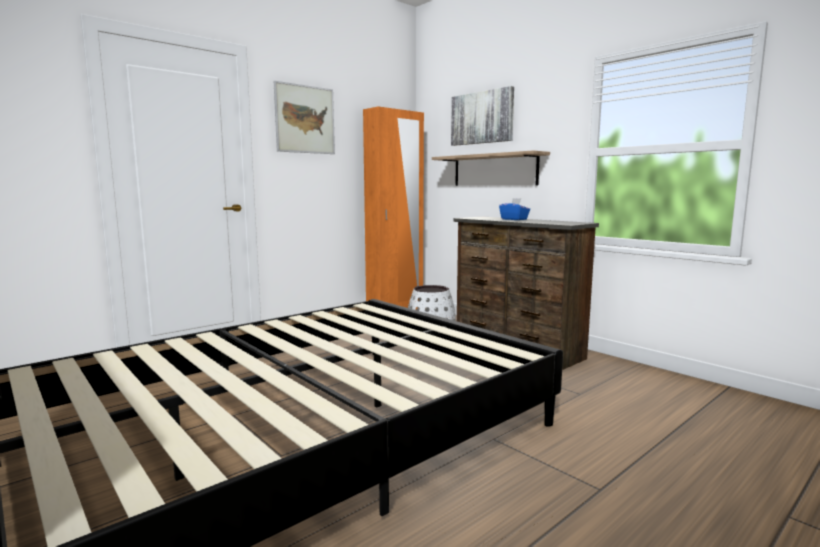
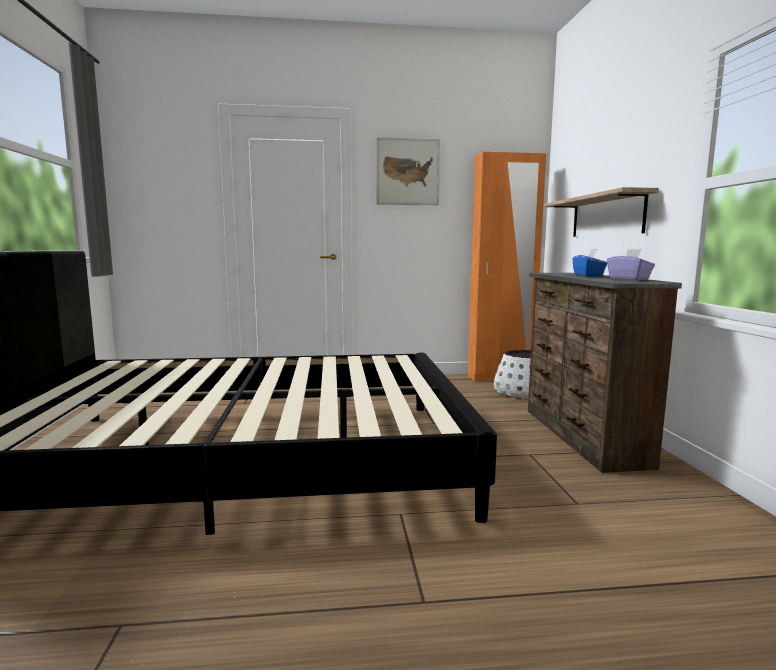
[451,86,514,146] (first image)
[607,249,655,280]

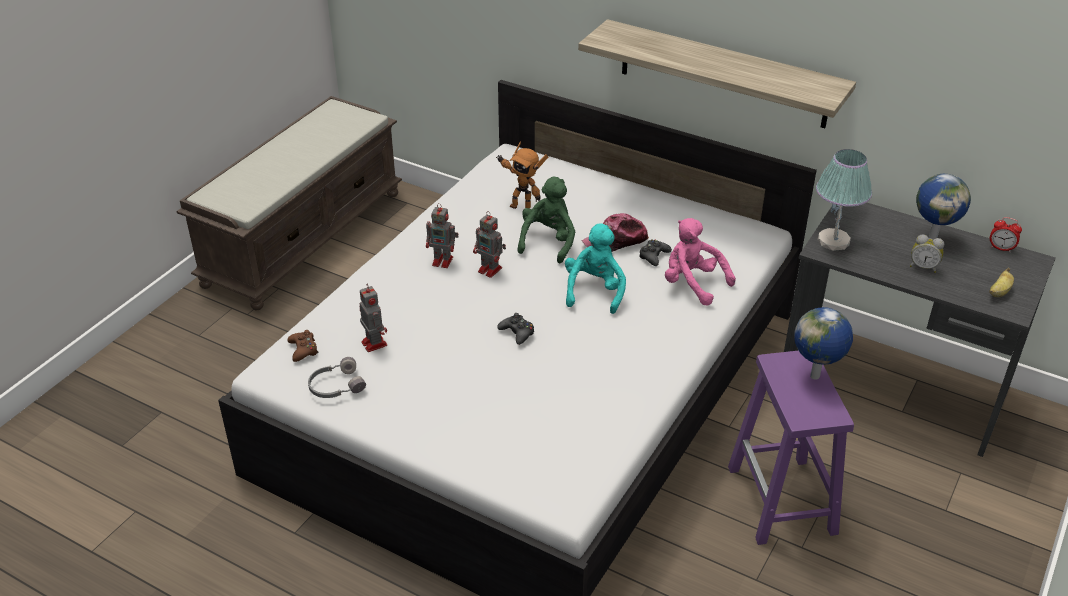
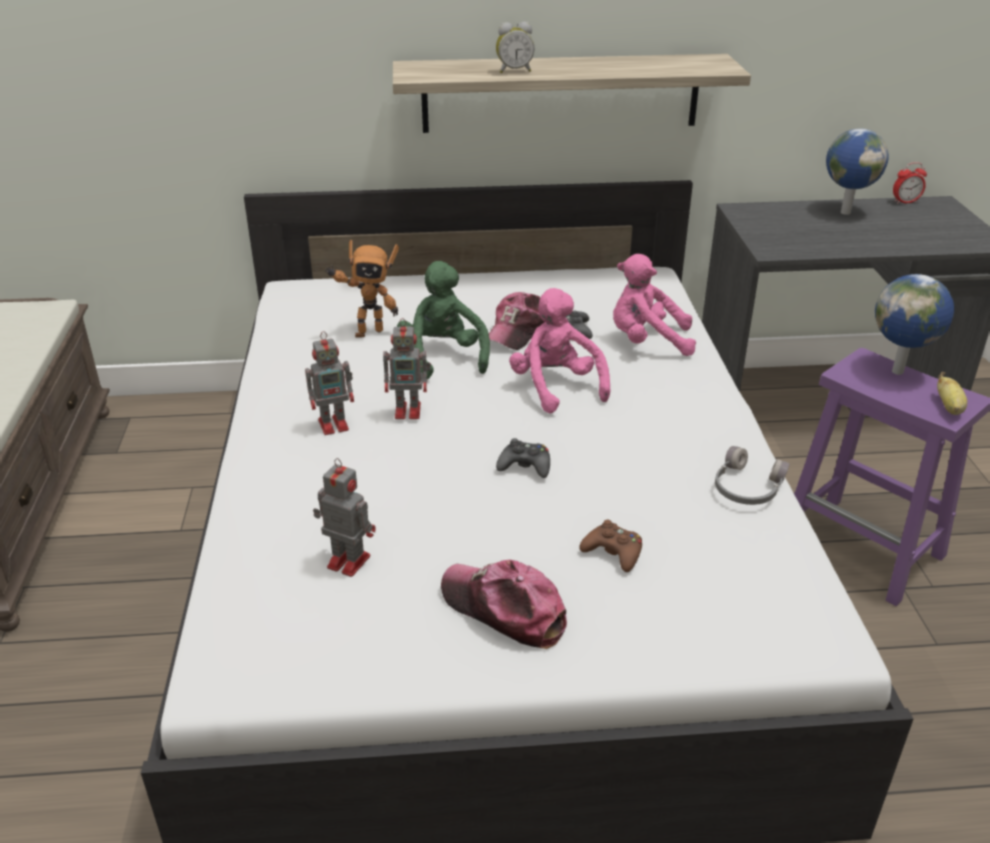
[579,520,642,572]
[715,446,789,505]
[509,288,610,413]
[816,149,872,251] (first image)
[496,22,534,73]
[937,372,967,415]
[441,560,567,649]

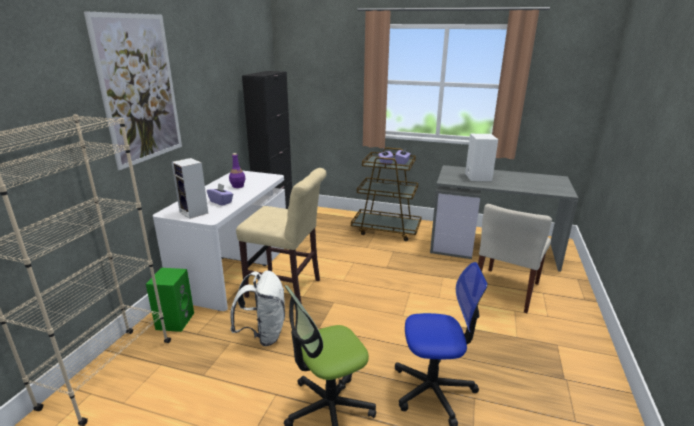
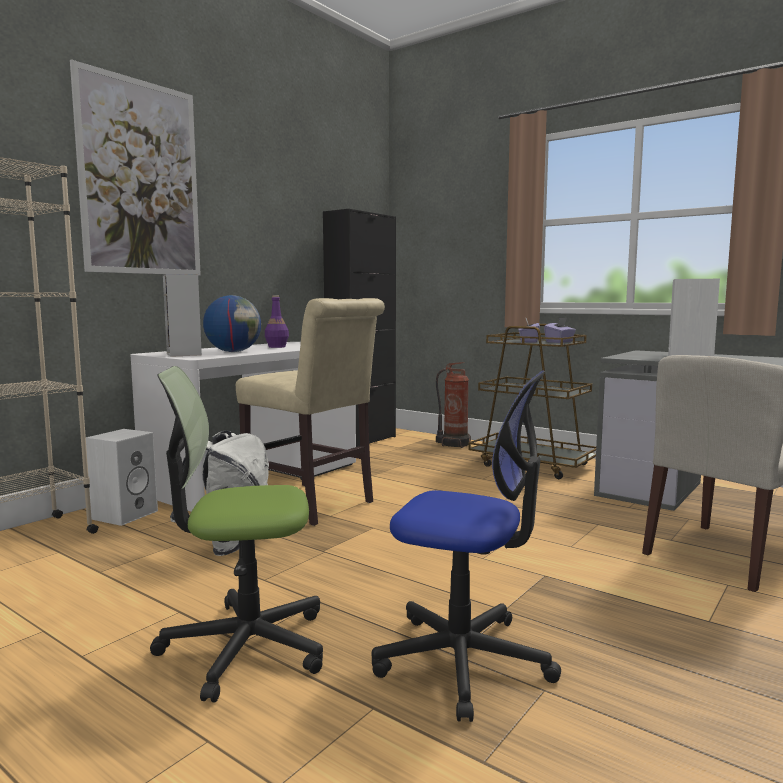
[86,429,158,526]
[203,295,261,352]
[436,362,471,448]

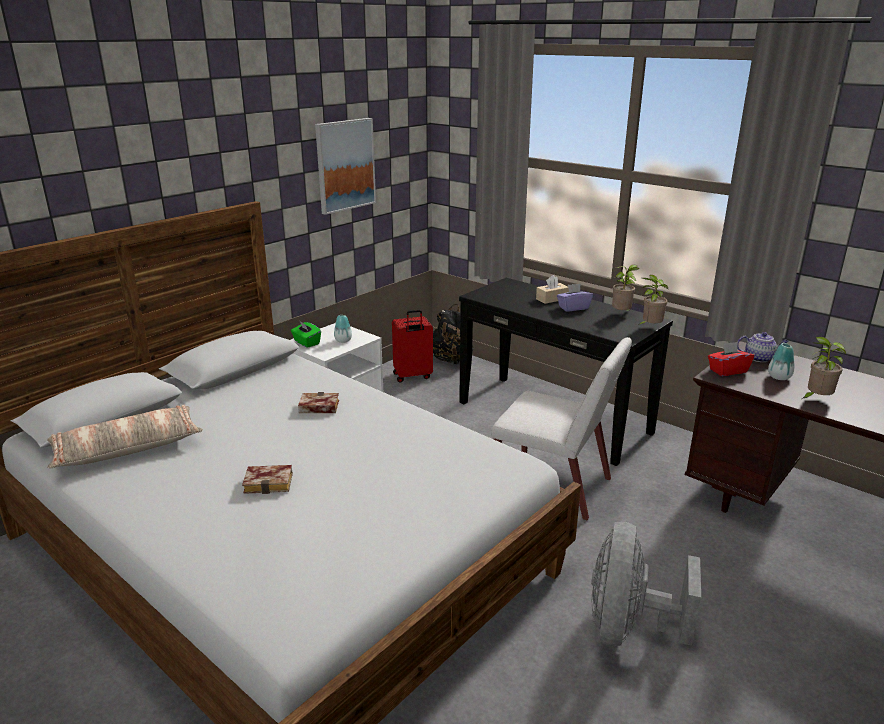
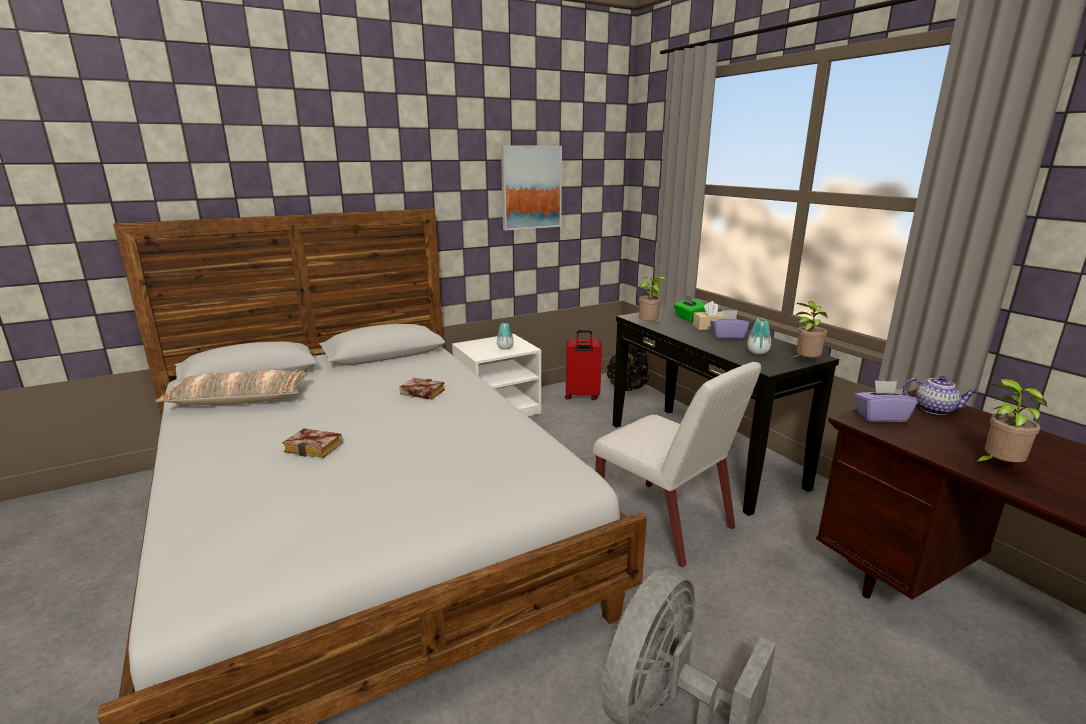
[674,295,706,322]
[639,276,666,324]
[854,380,918,422]
[747,318,771,354]

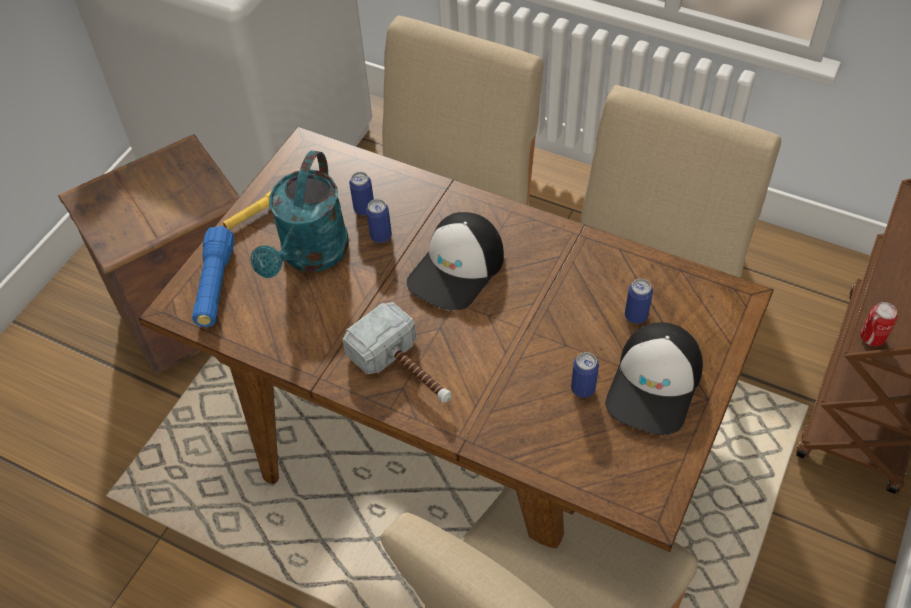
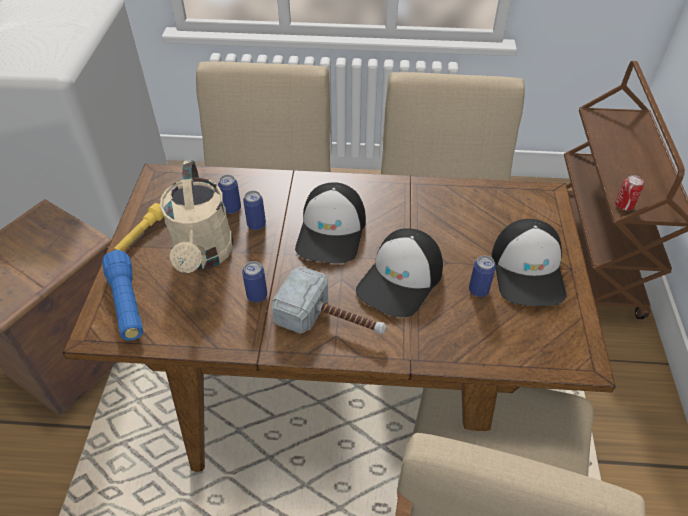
[160,160,233,273]
[242,261,267,303]
[356,228,443,317]

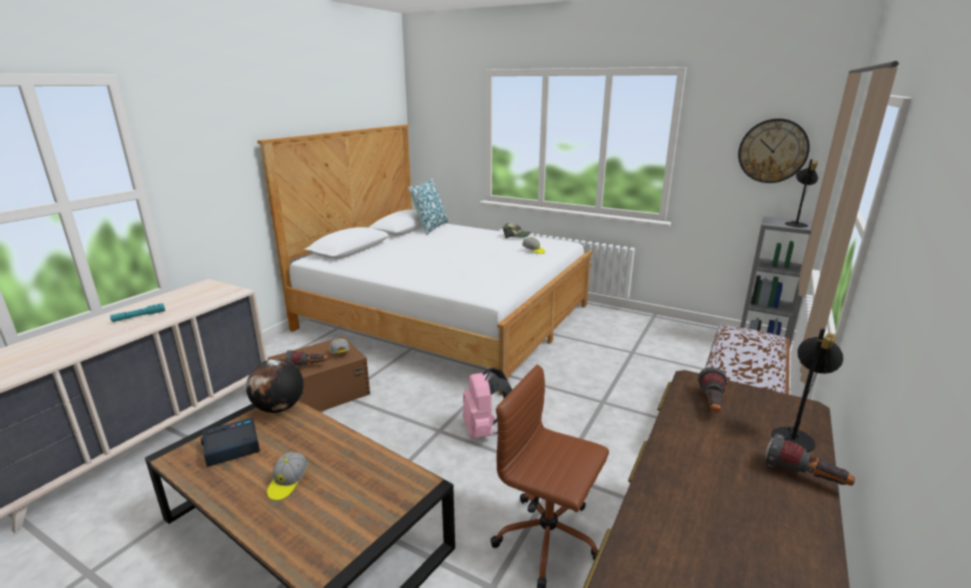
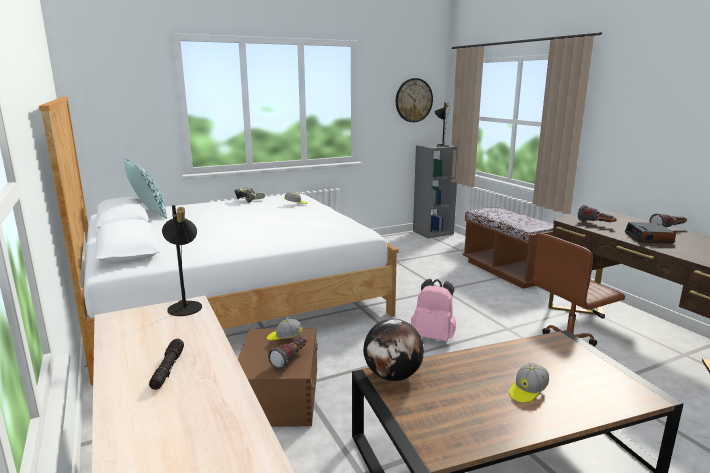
[149,339,184,390]
[625,222,676,243]
[509,363,549,403]
[162,205,202,316]

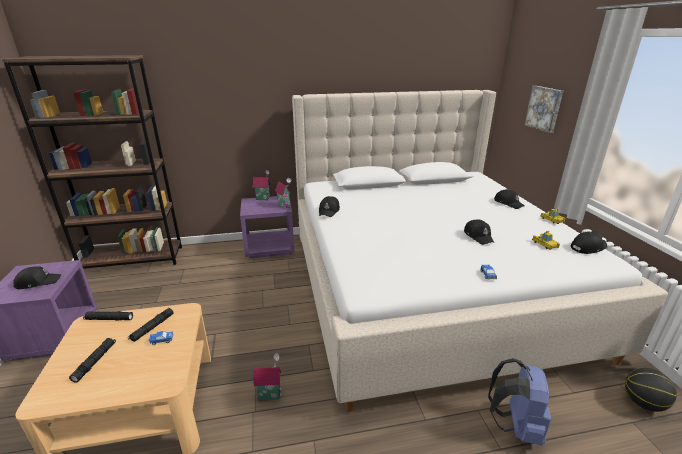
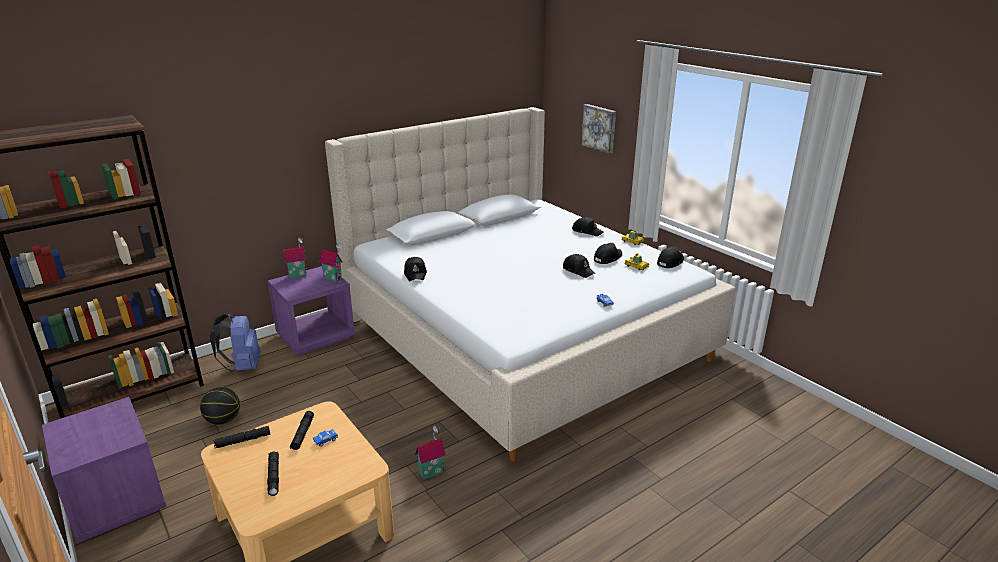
[594,243,622,264]
[210,314,261,372]
[200,387,240,425]

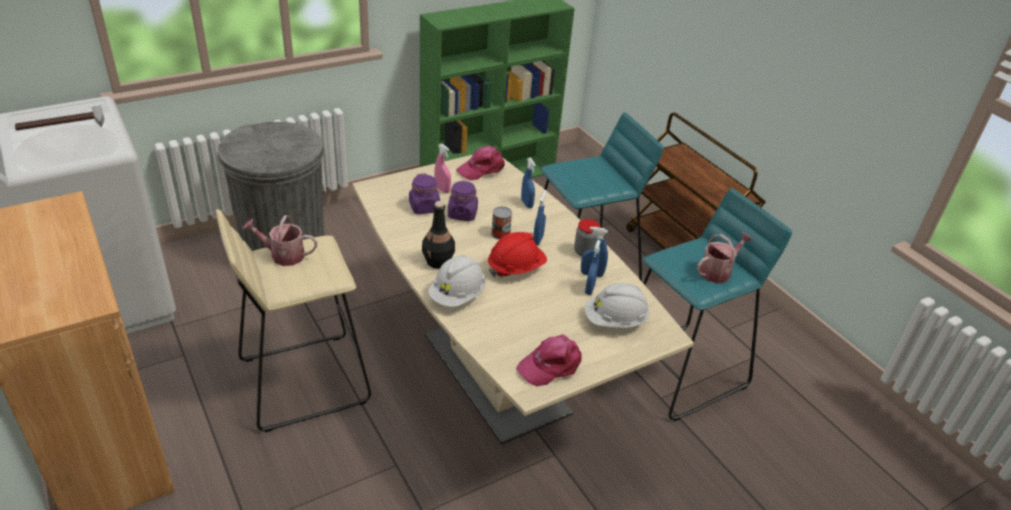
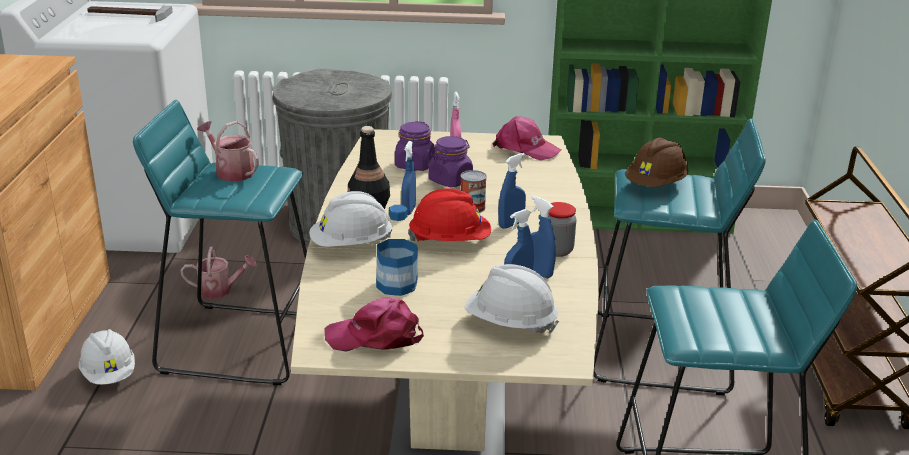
[133,100,307,385]
[493,116,561,161]
[401,141,416,215]
[181,247,257,299]
[79,329,135,385]
[376,205,418,296]
[625,138,688,187]

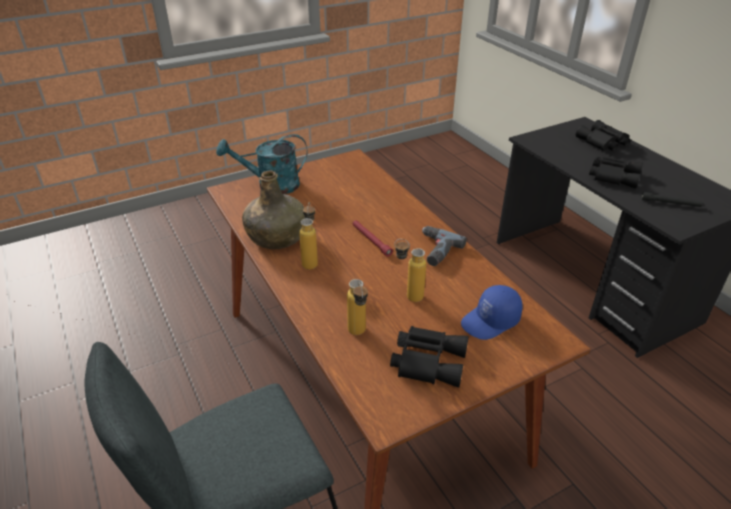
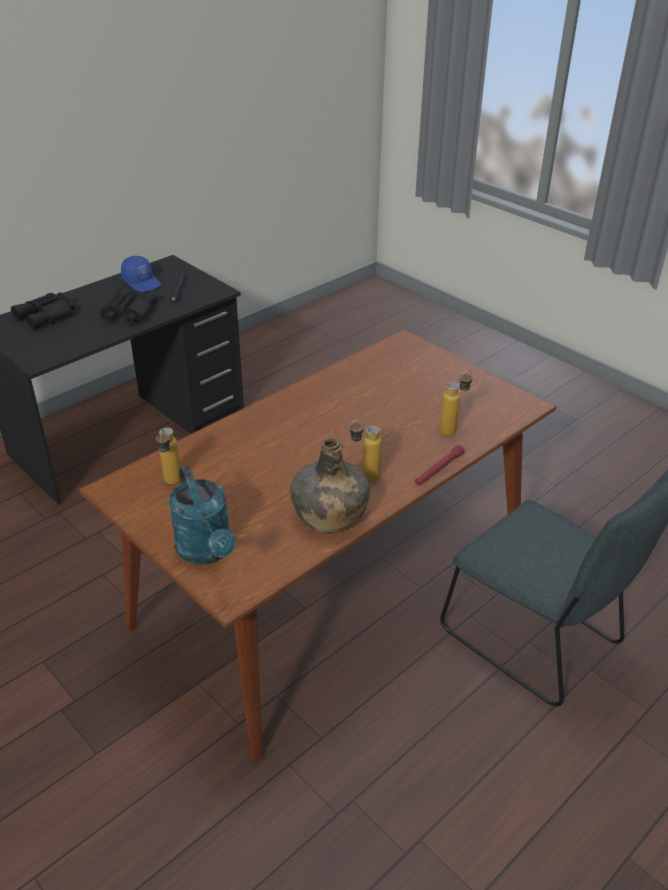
[415,445,464,486]
[390,326,469,387] (first image)
[156,428,180,484]
[422,226,467,266] (first image)
[121,256,161,292]

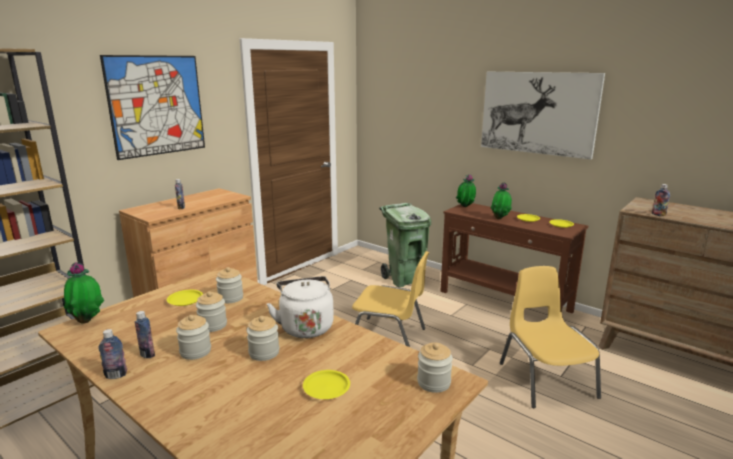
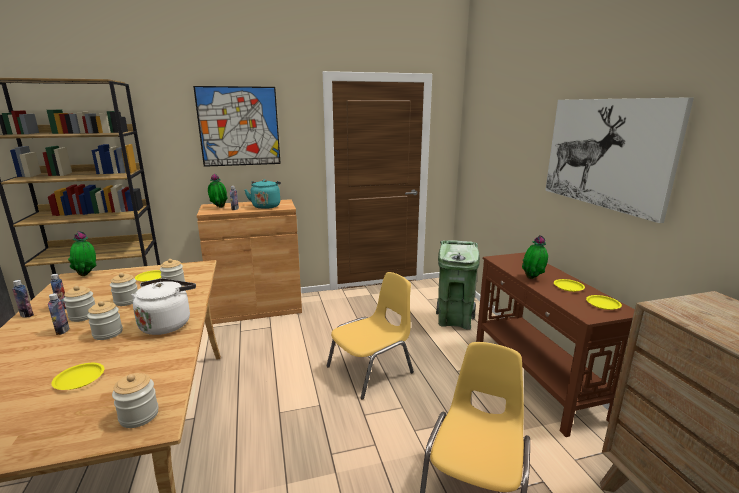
[326,272,414,400]
[208,174,228,208]
[48,293,69,335]
[245,179,281,209]

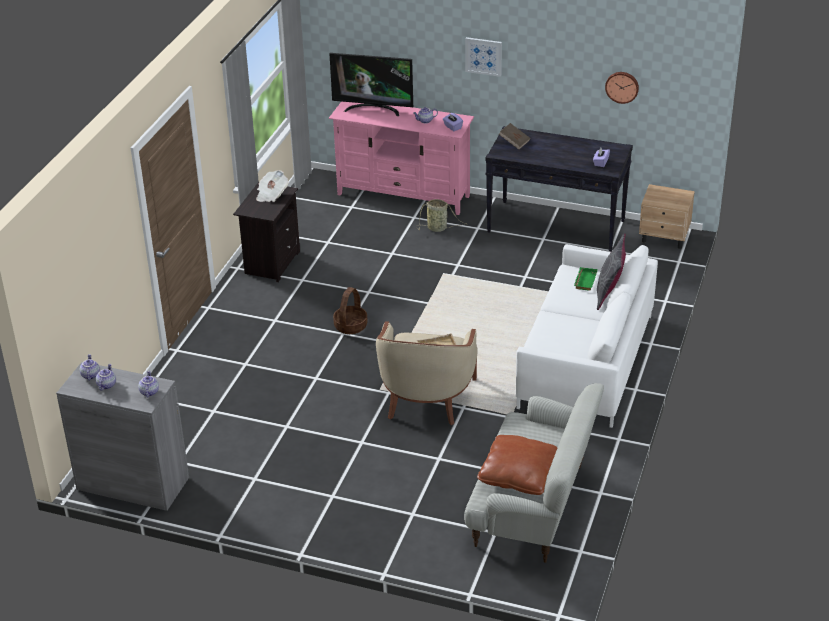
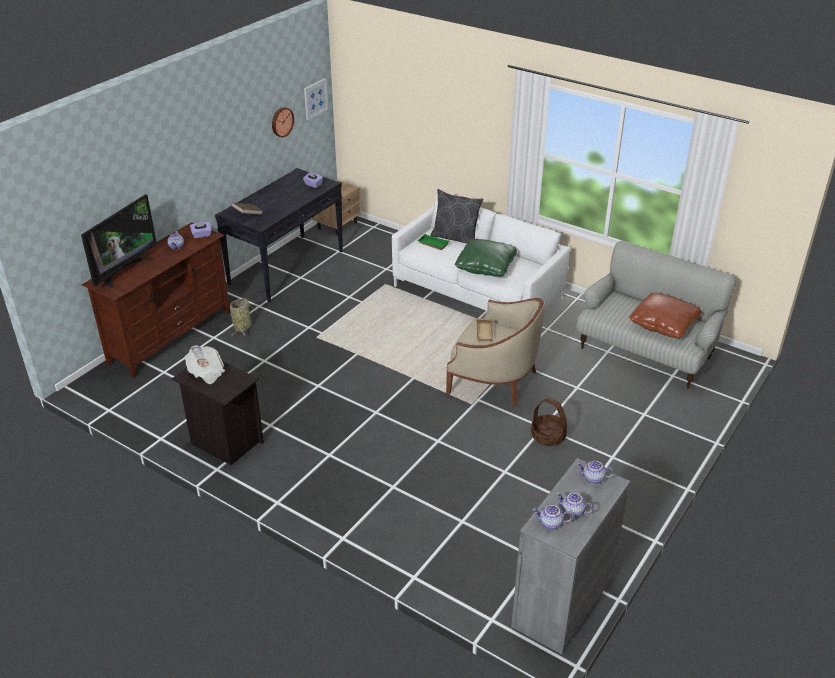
[81,222,230,377]
[531,397,567,446]
[304,78,328,120]
[455,239,517,277]

